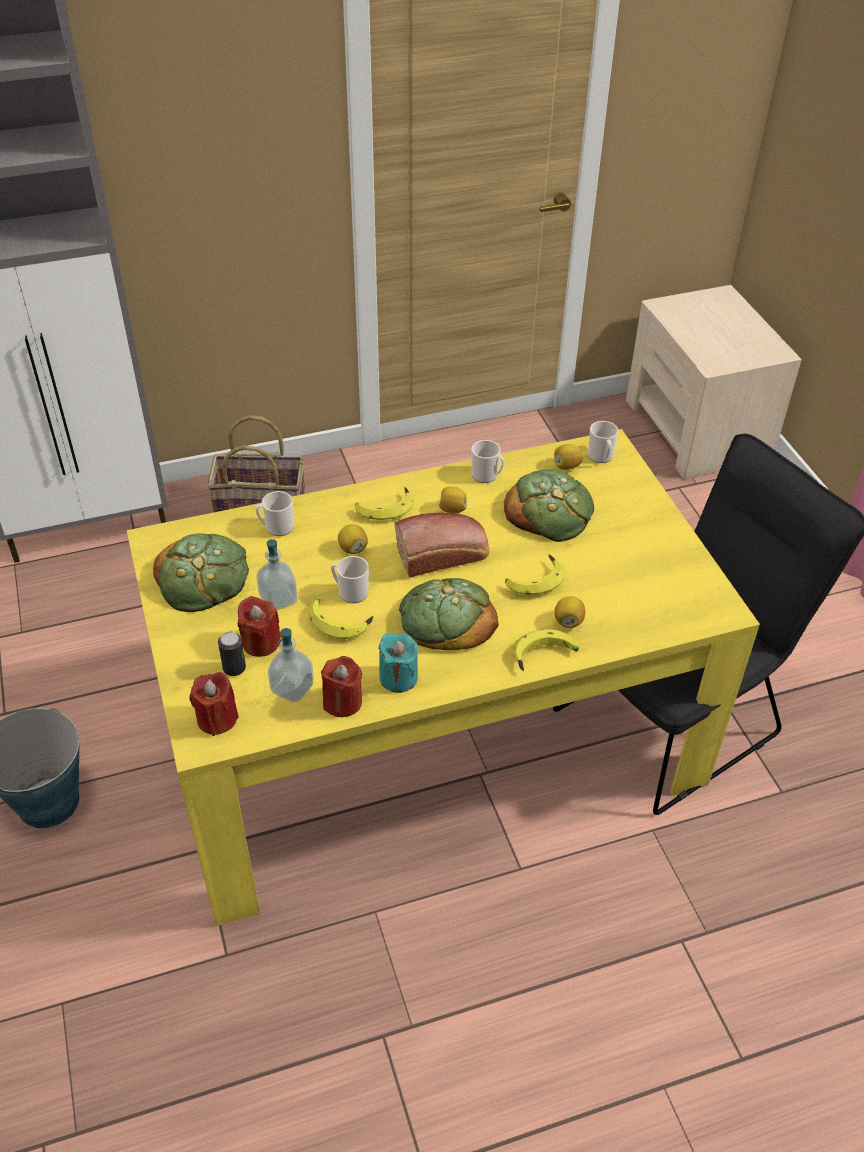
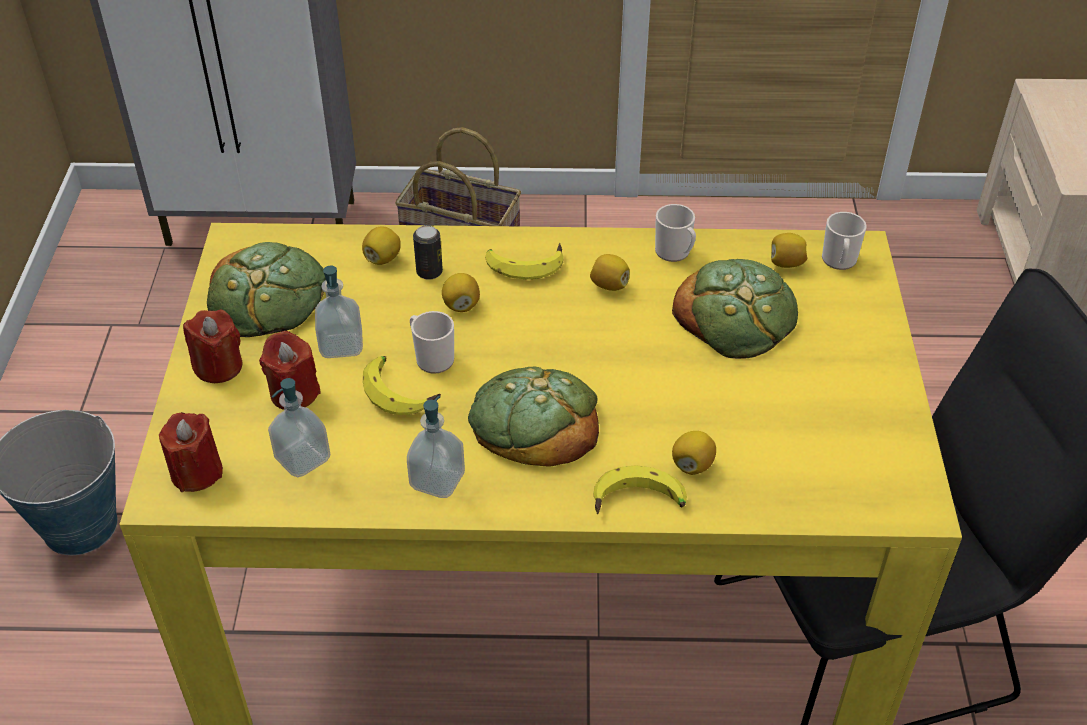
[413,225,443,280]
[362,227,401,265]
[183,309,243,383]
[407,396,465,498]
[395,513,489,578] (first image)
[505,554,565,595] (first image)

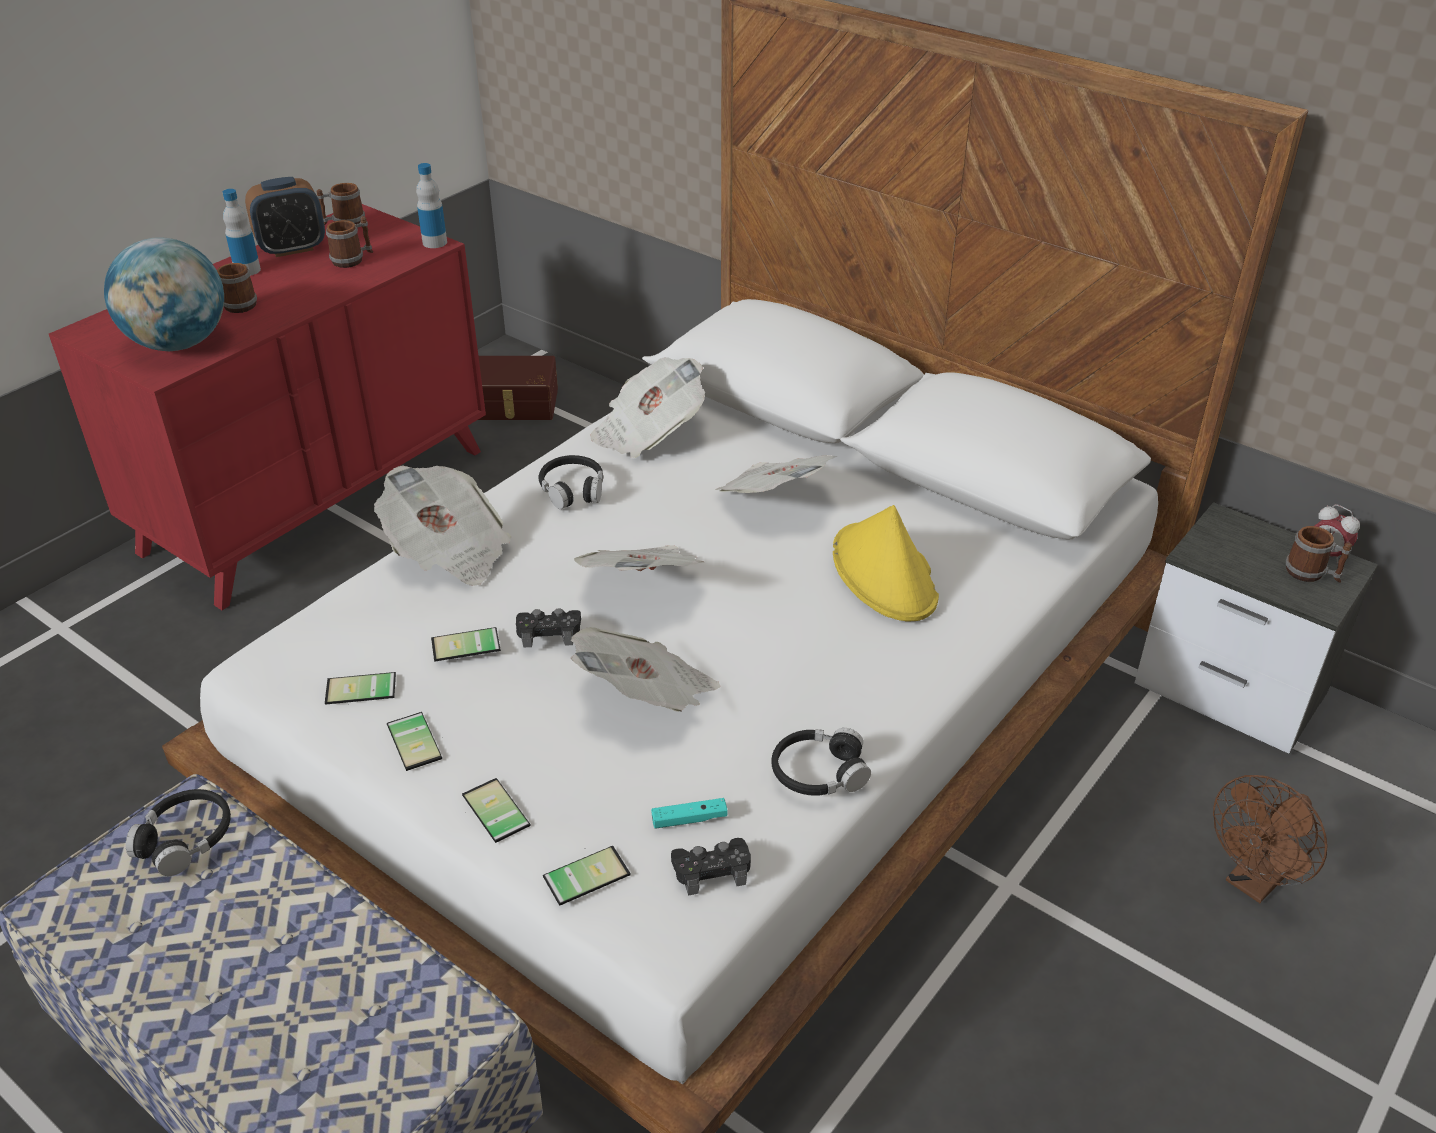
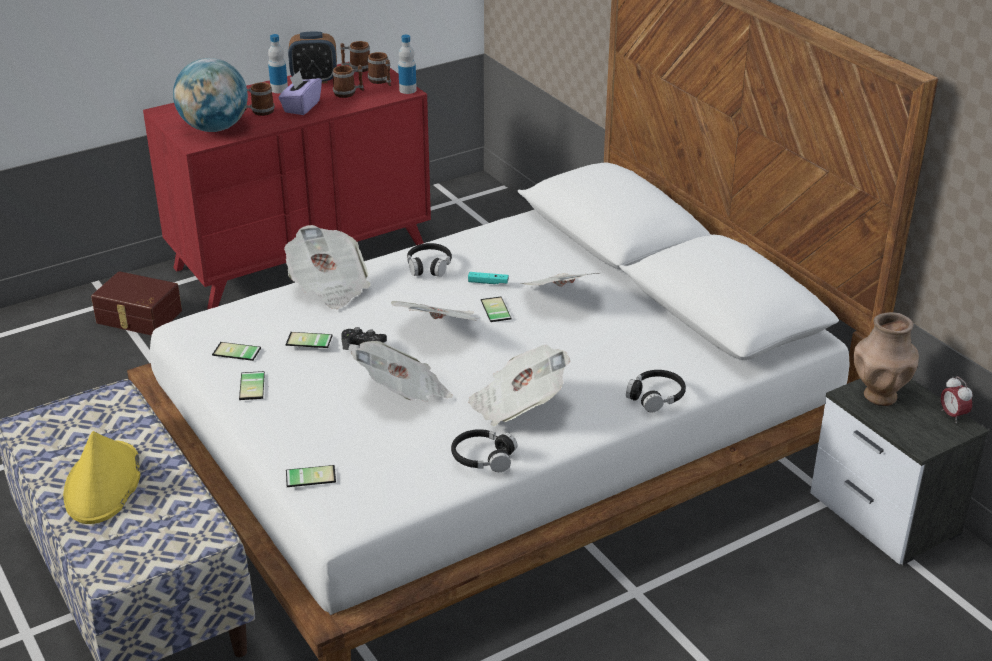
[626,370,686,412]
[479,297,512,322]
[91,271,182,336]
[468,344,570,426]
[468,272,509,284]
[671,838,751,896] (first image)
[63,431,141,524]
[1213,775,1328,903] (first image)
[368,52,391,86]
[278,70,322,115]
[854,312,919,406]

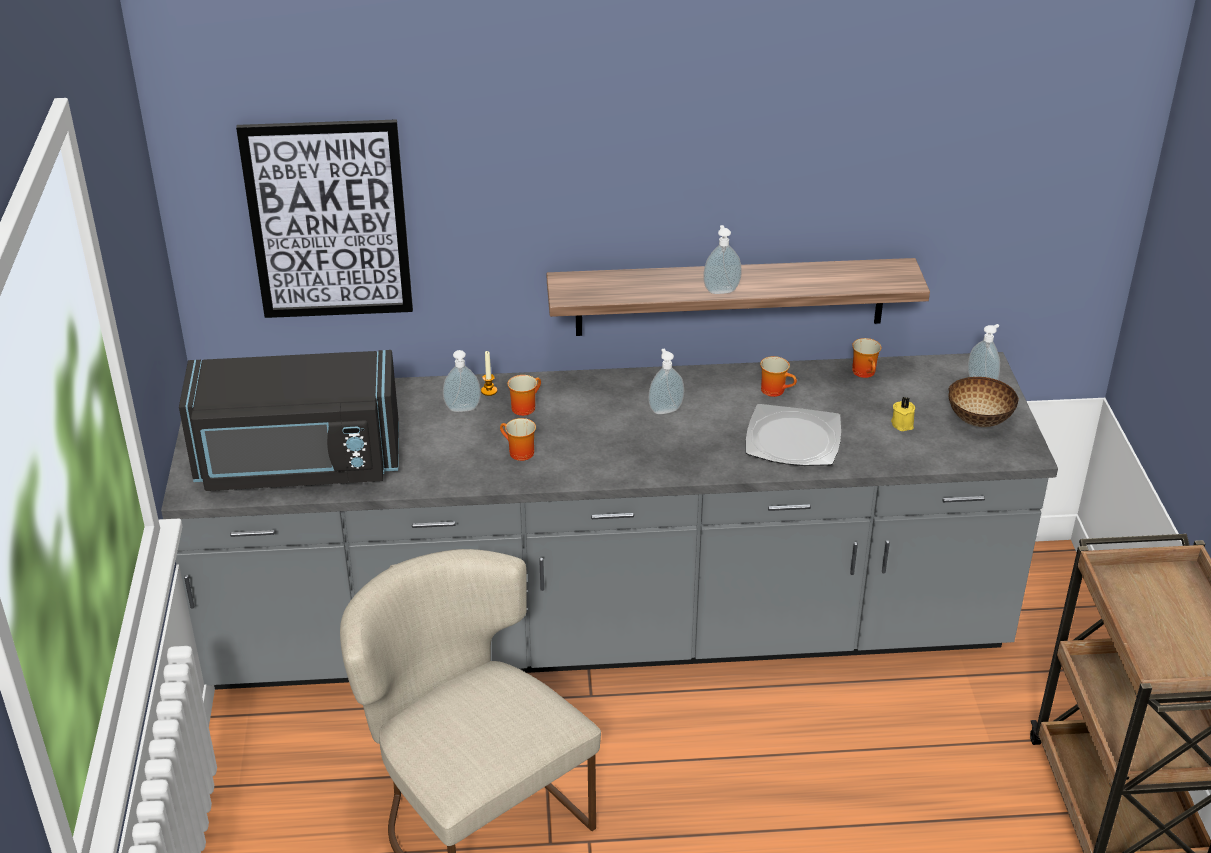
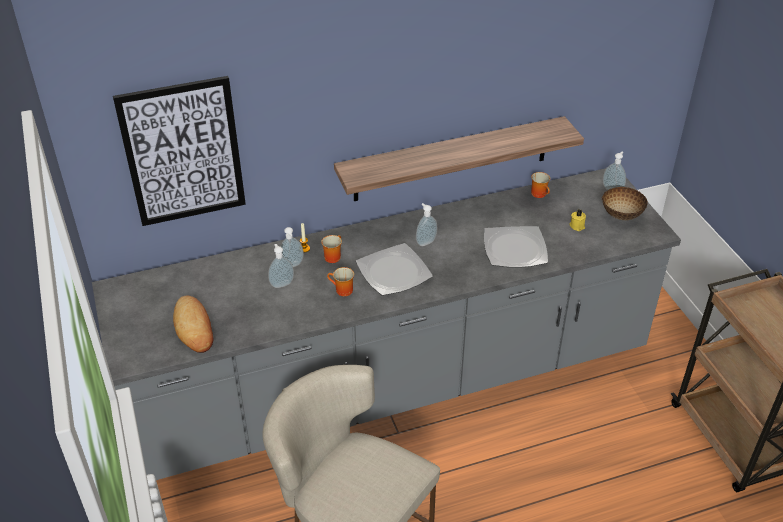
[173,295,214,353]
[268,244,294,288]
[760,356,797,397] (first image)
[356,243,433,296]

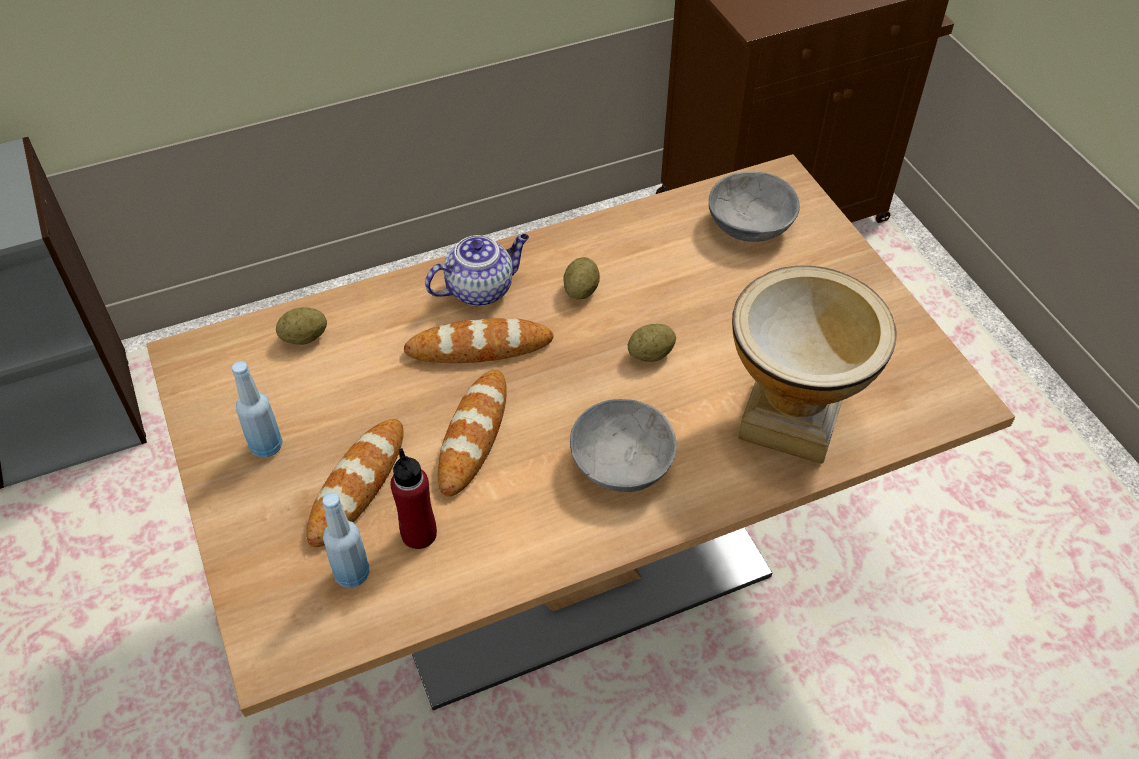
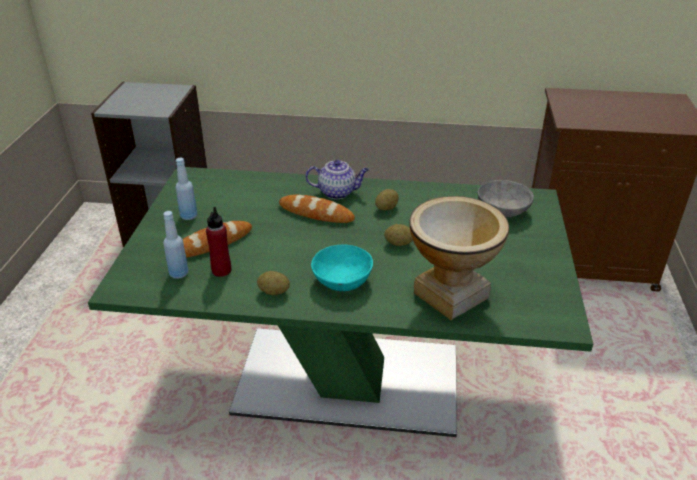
[88,167,593,437]
[257,271,290,295]
[438,370,507,497] (first image)
[311,245,373,291]

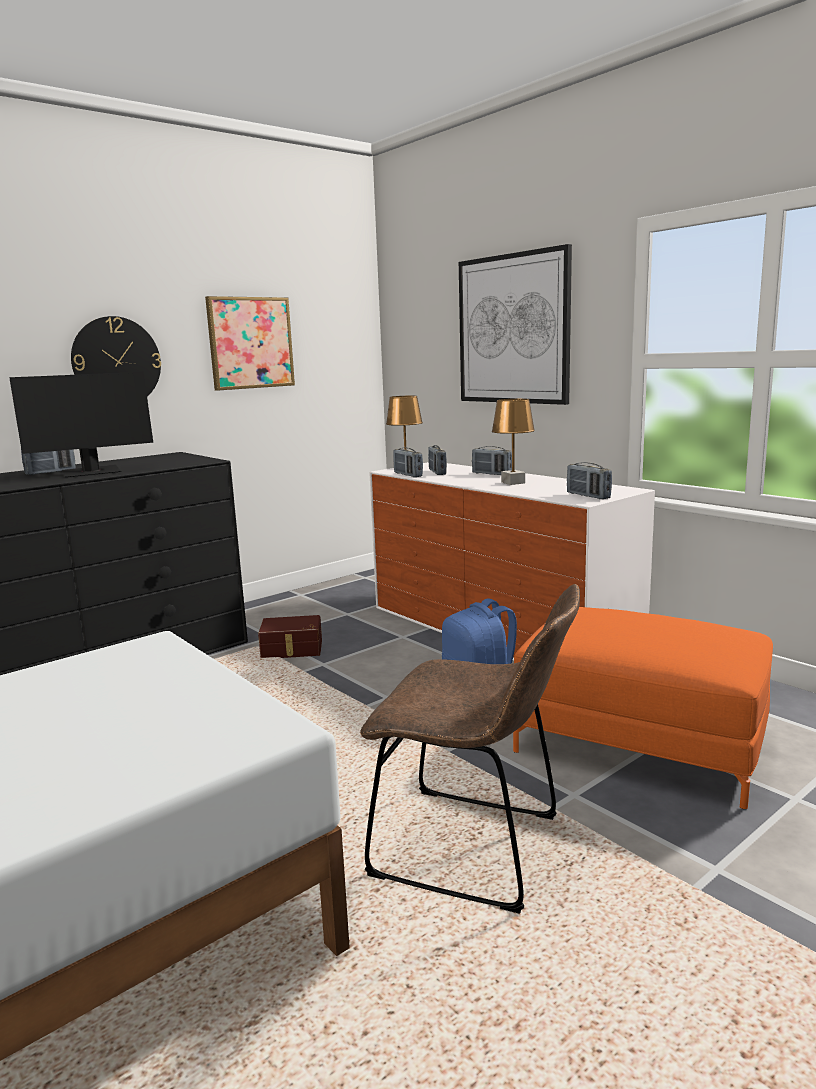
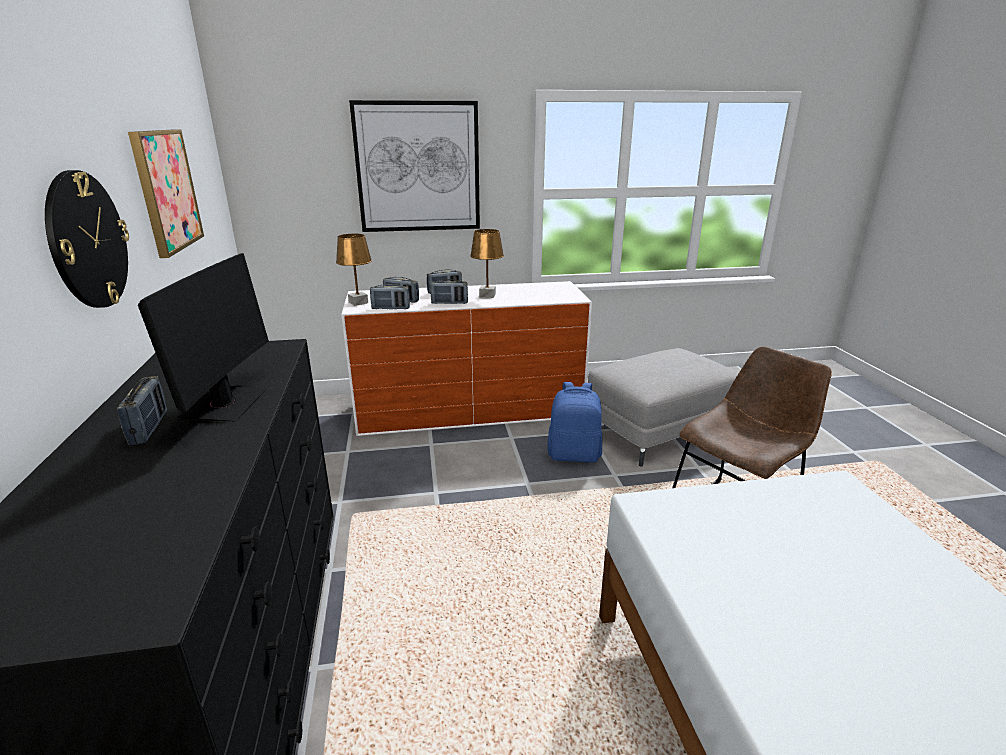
[258,615,322,658] (first image)
[588,348,739,466]
[431,279,468,304]

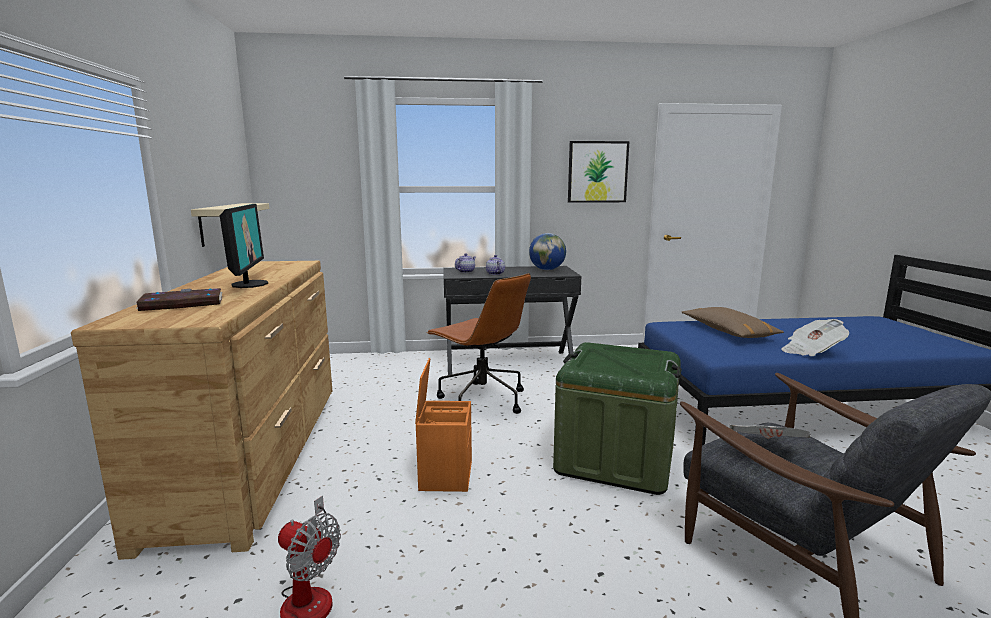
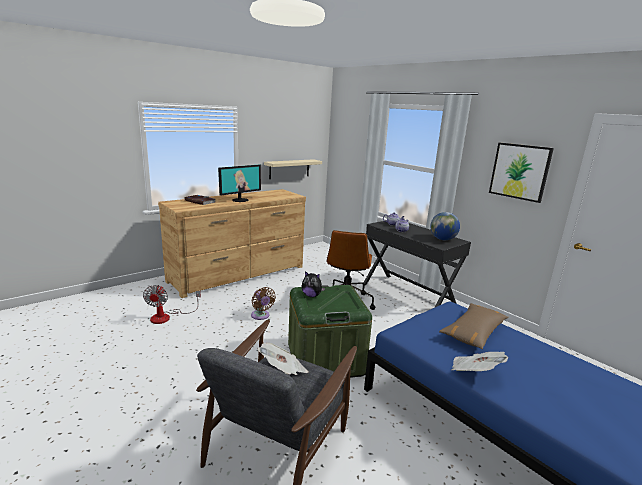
[251,287,276,320]
[301,271,325,297]

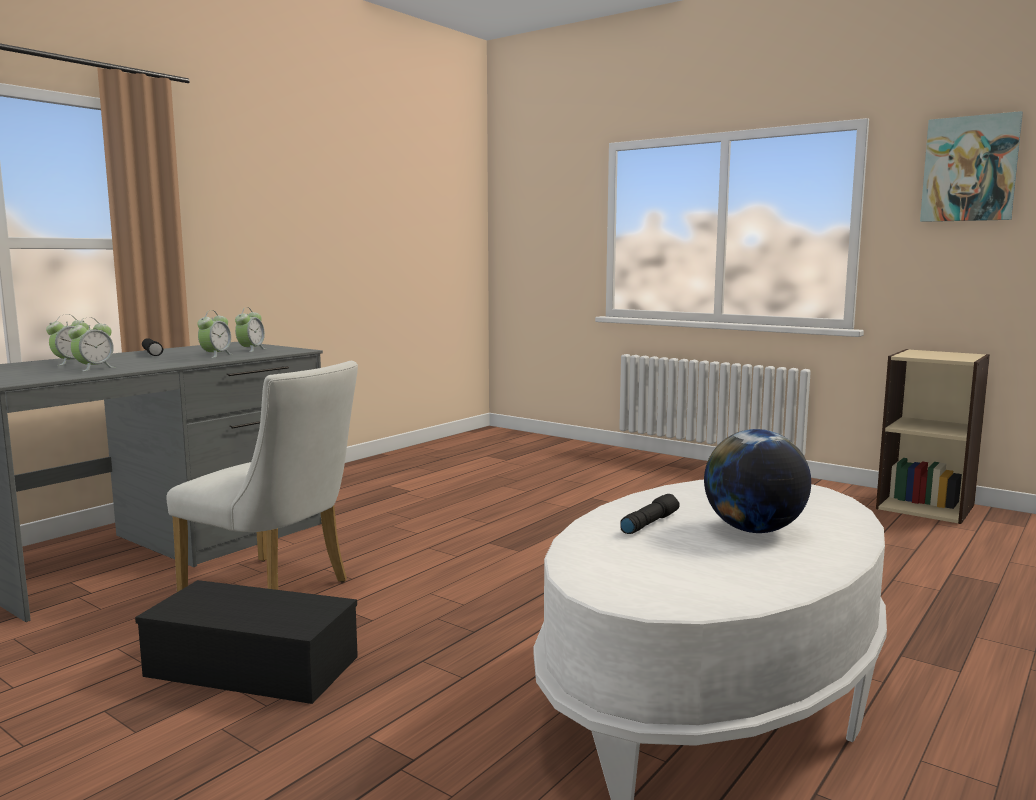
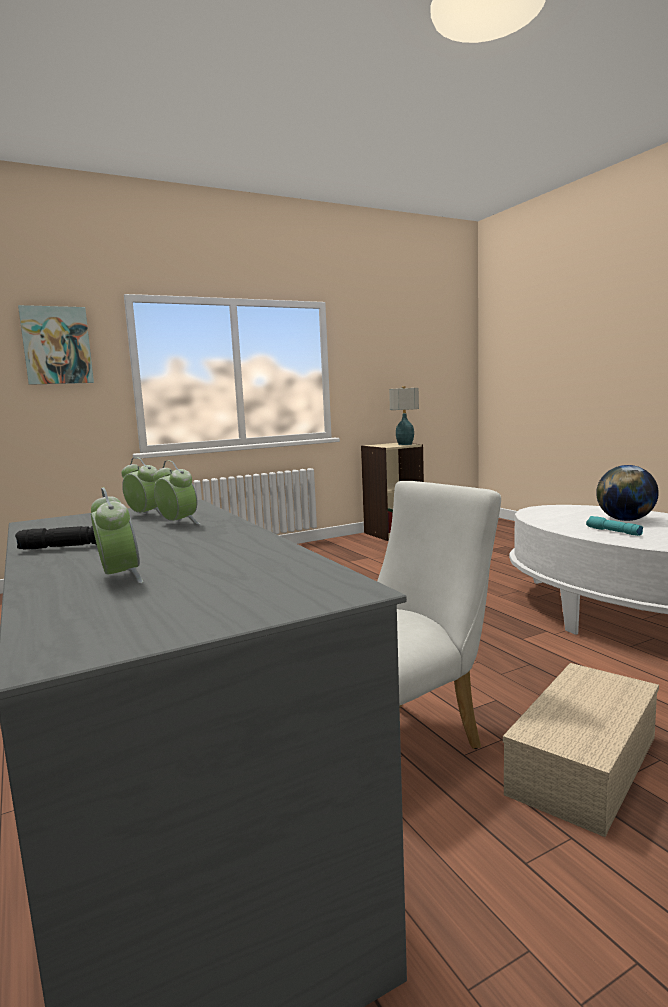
[68,318,116,371] (first image)
[503,663,659,837]
[586,516,643,536]
[18,305,94,385]
[389,386,419,445]

